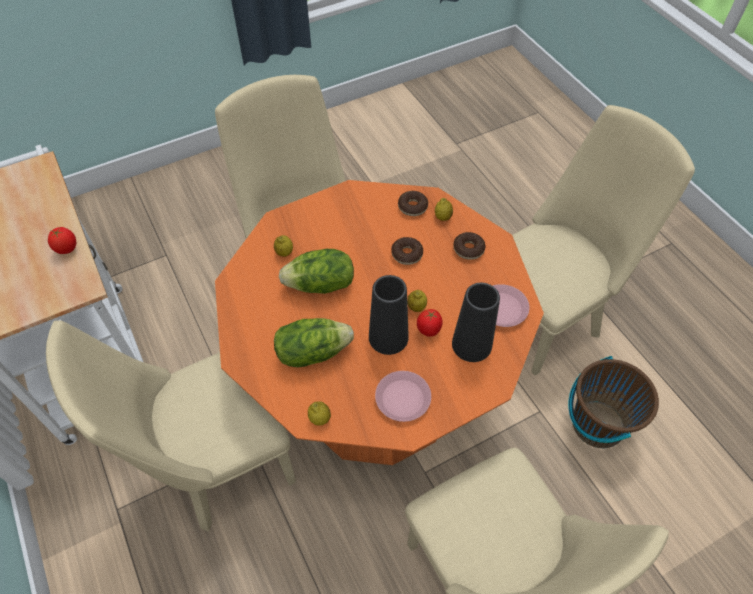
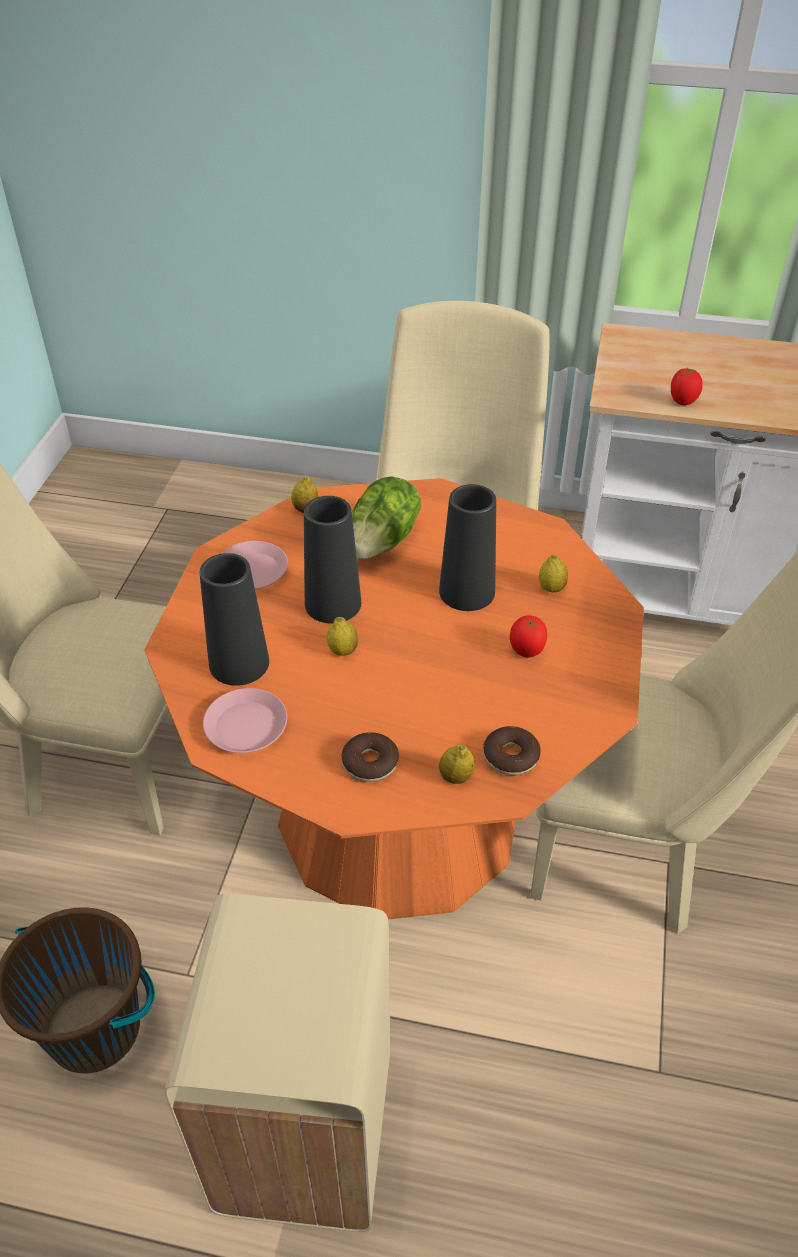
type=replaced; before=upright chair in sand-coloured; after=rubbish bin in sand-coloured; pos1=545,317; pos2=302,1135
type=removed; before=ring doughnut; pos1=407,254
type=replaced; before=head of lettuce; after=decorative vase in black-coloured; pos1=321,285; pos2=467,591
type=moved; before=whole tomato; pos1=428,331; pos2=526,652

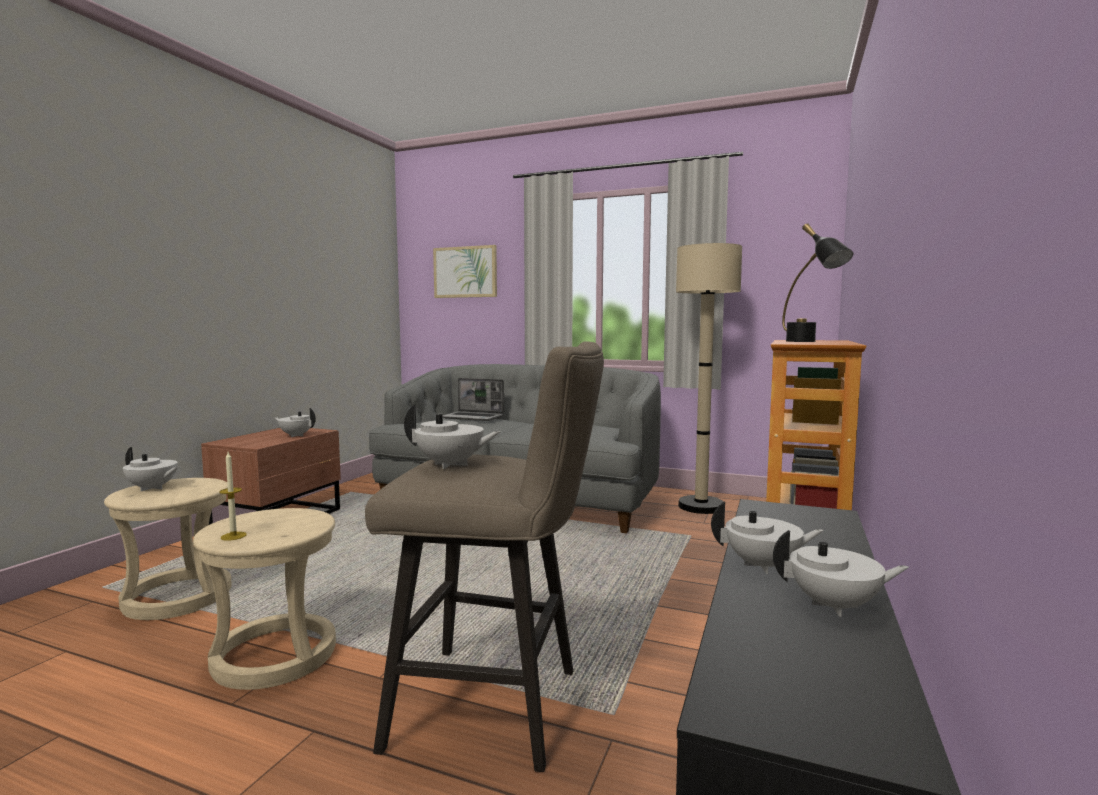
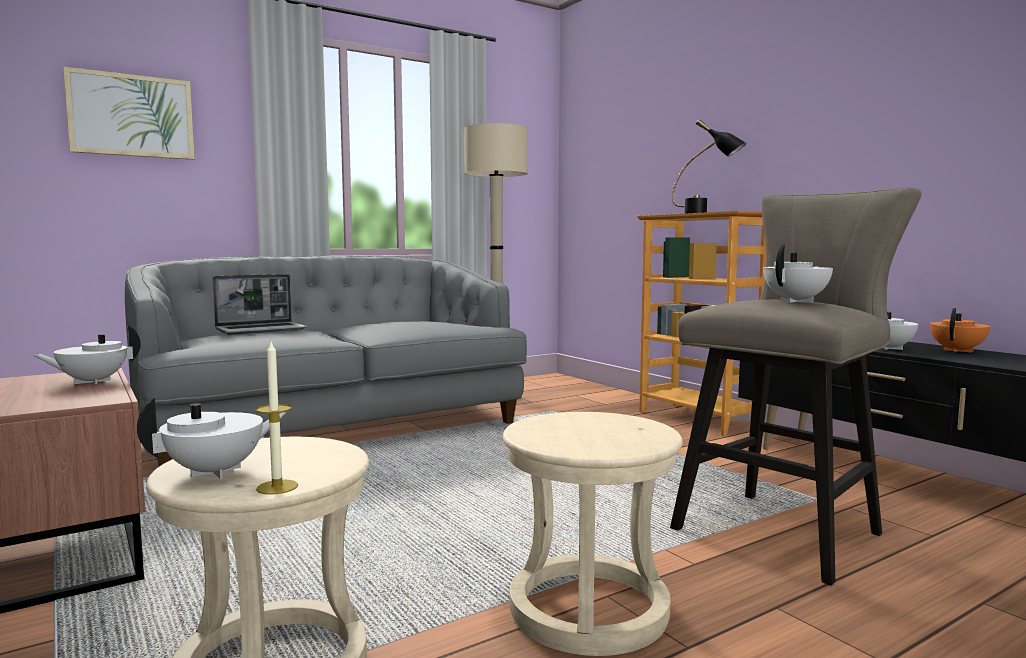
type=moved; before=candle; pos1=233,536; pos2=277,487
type=recoloured; before=pot for tea in white; after=pot for tea in orange; pos1=835,606; pos2=958,351

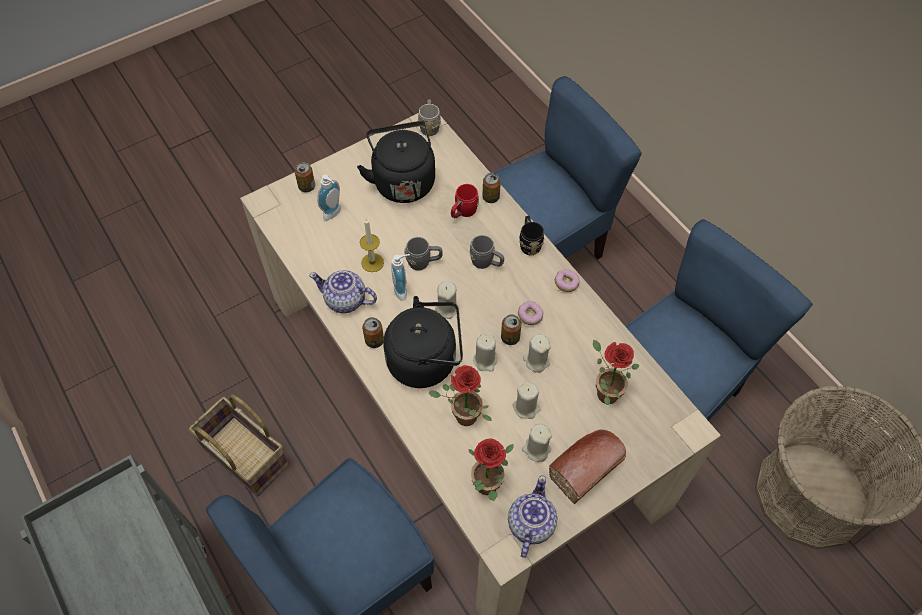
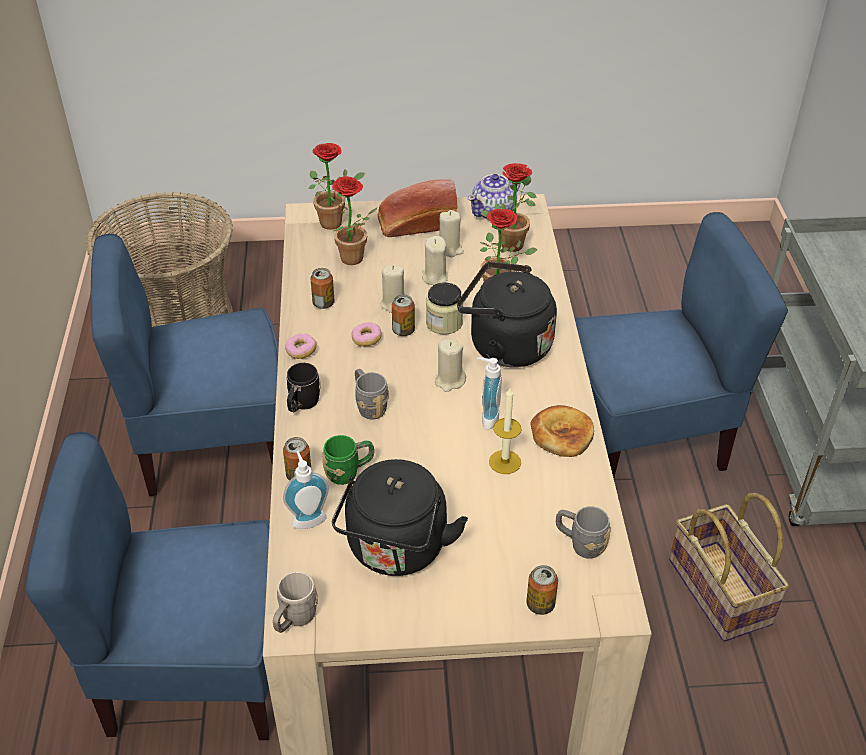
type=moved; before=soap dispenser; pos1=334,214; pos2=308,518
type=recoloured; before=coffee mug in red; after=coffee mug in green-coloured; pos1=463,212; pos2=349,472
type=moved; before=coffee mug in gray; pos1=424,262; pos2=580,543
type=replaced; before=pot for tea; after=baked bread; pos1=346,300; pos2=561,434
type=moved; before=can; pos1=374,341; pos2=323,303
type=replaced; before=candle in sand-coloured; after=preserve jar; pos1=485,360; pos2=444,323
type=added; after=potted plant; pos2=336,222

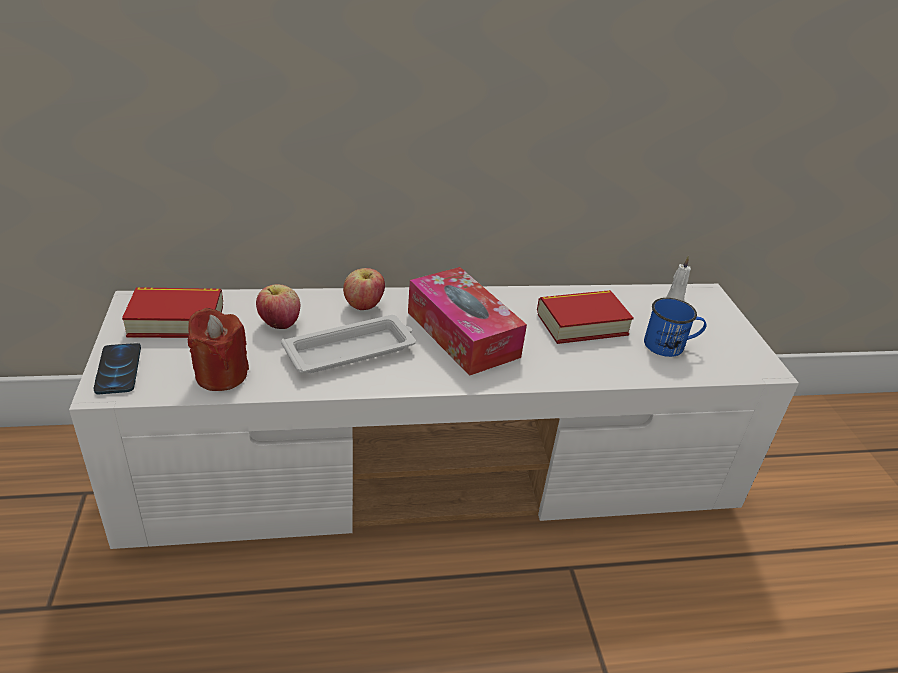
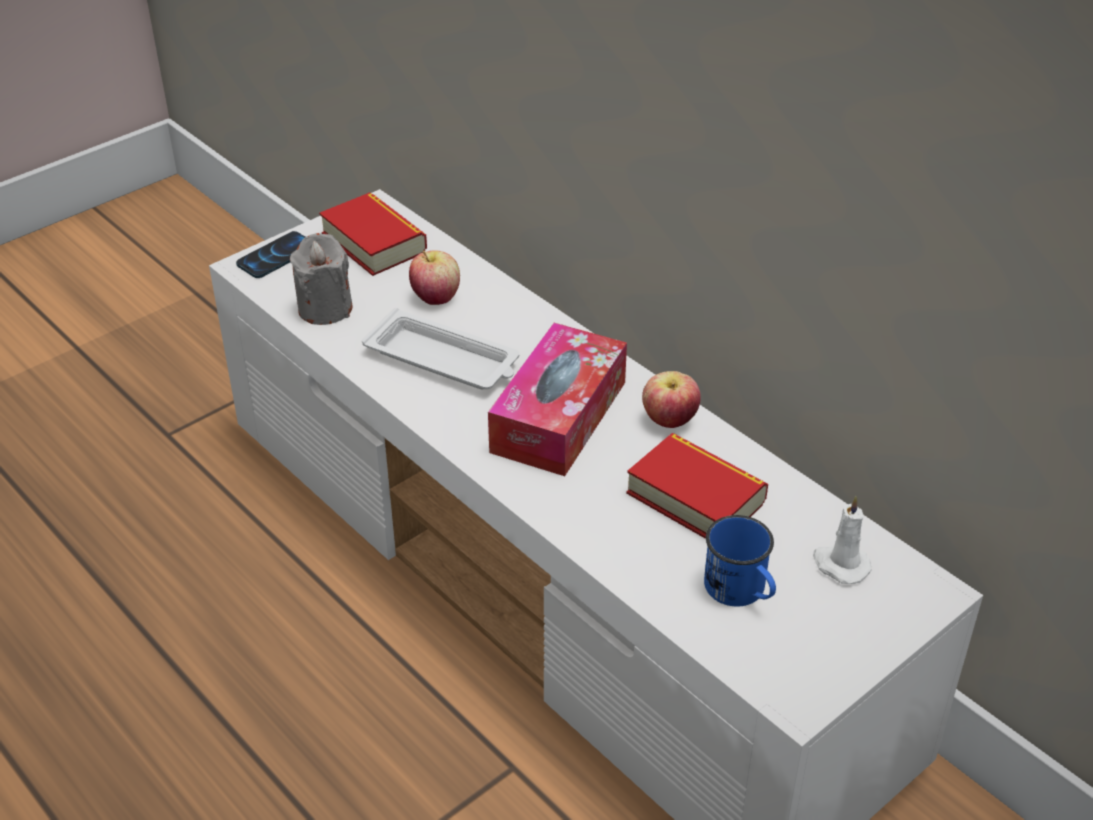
type=moved; before=apple; pos1=364,306; pos2=669,420
type=recoloured; before=candle in red; after=candle in gray; pos1=221,375; pos2=325,308

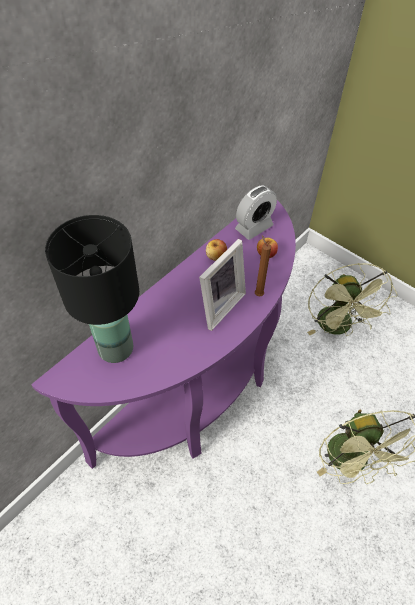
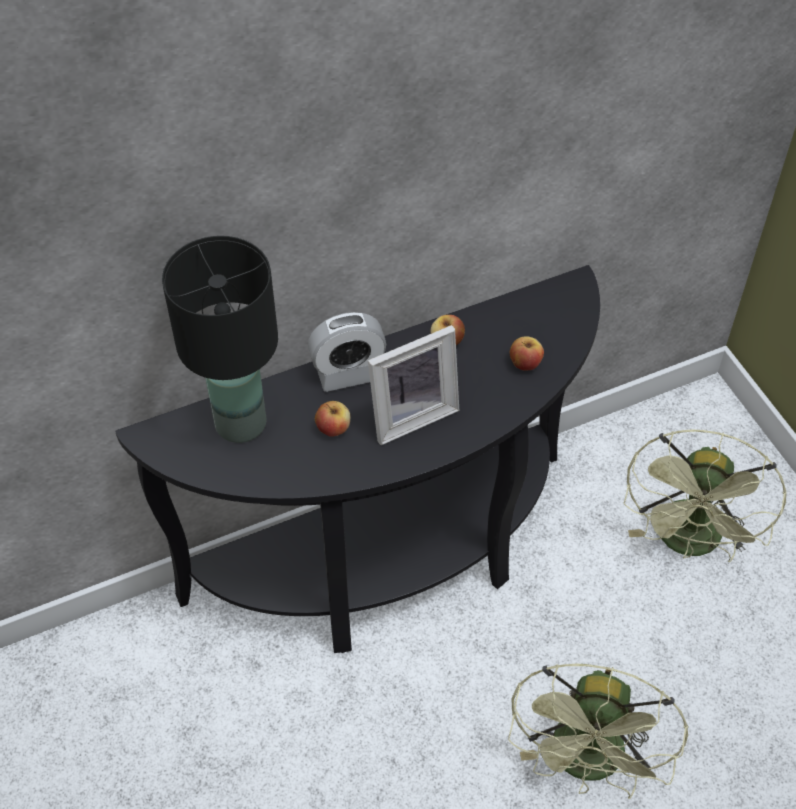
type=moved; before=bedside clock; pos1=254,227; pos2=348,373
type=recoloured; before=narrow table in purple-coloured; after=narrow table in black-coloured; pos1=200,395; pos2=393,564
type=removed; before=candle in brown; pos1=258,294
type=added; after=apple; pos2=333,428

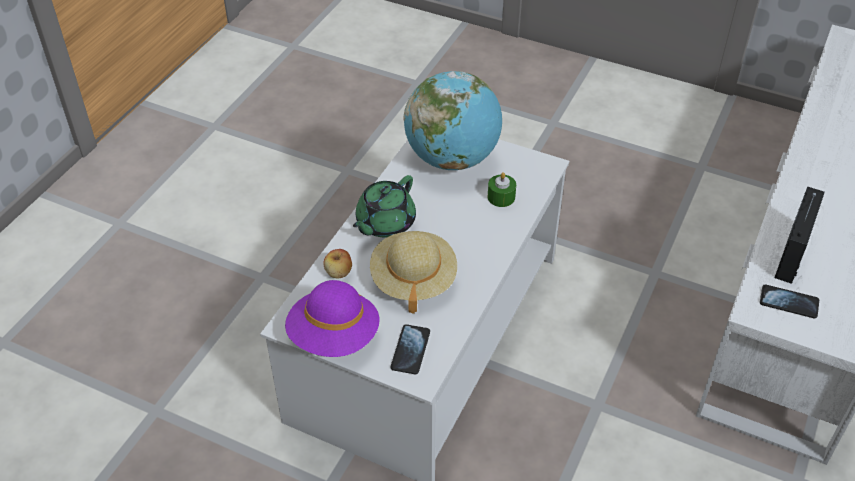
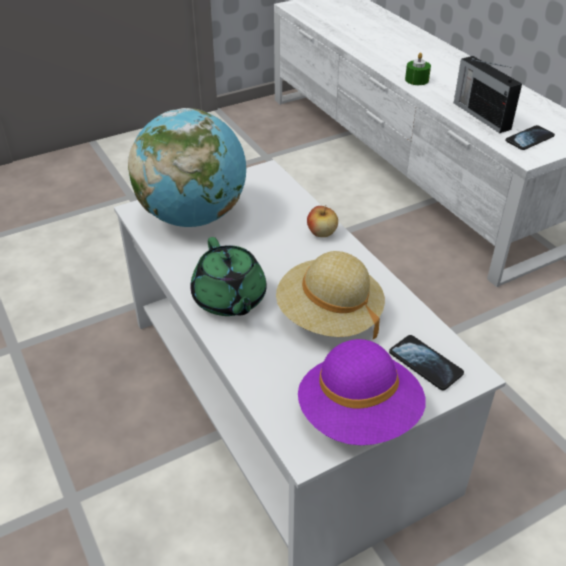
type=moved; before=candle in green-coloured; pos1=501,197; pos2=416,80
type=moved; before=apple; pos1=339,273; pos2=322,233

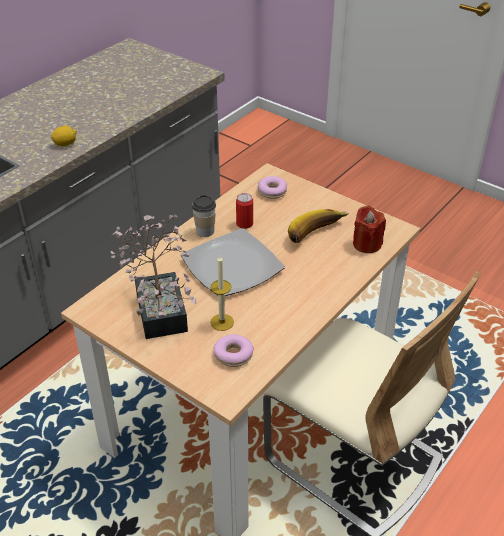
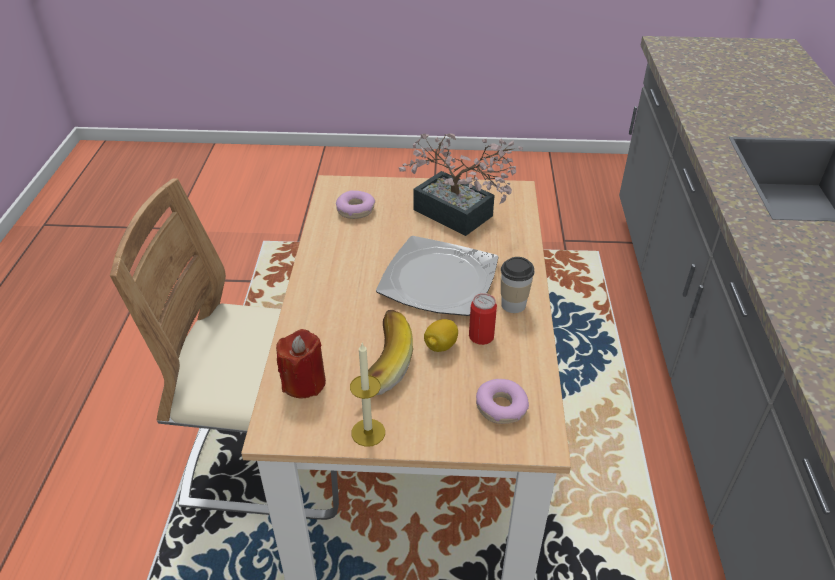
type=moved; before=lemon; pos1=65,144; pos2=440,346
type=moved; before=candle; pos1=222,322; pos2=368,432

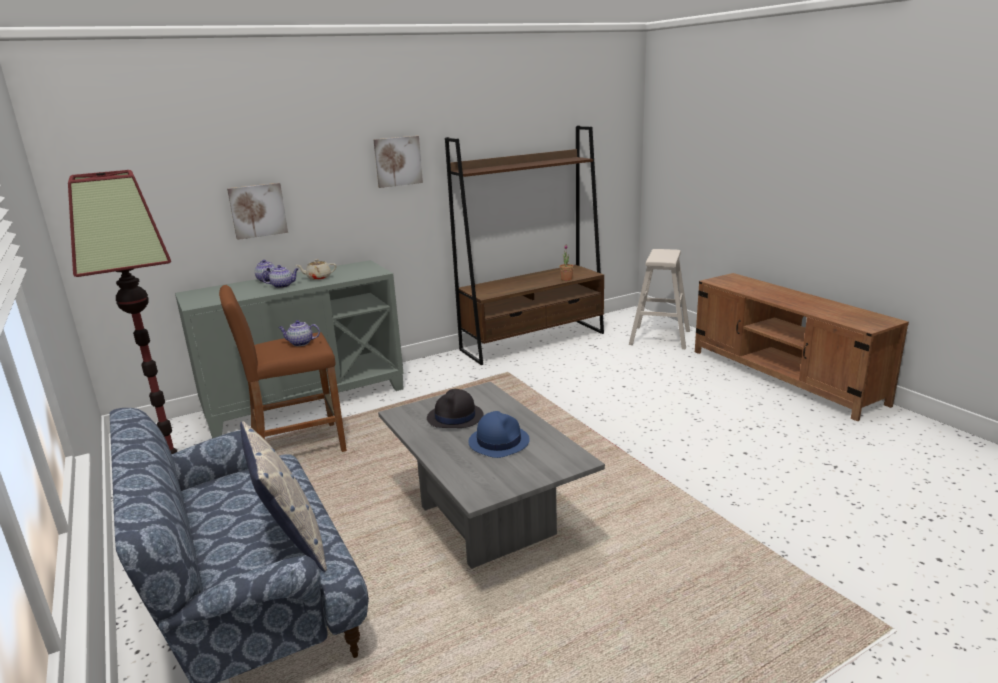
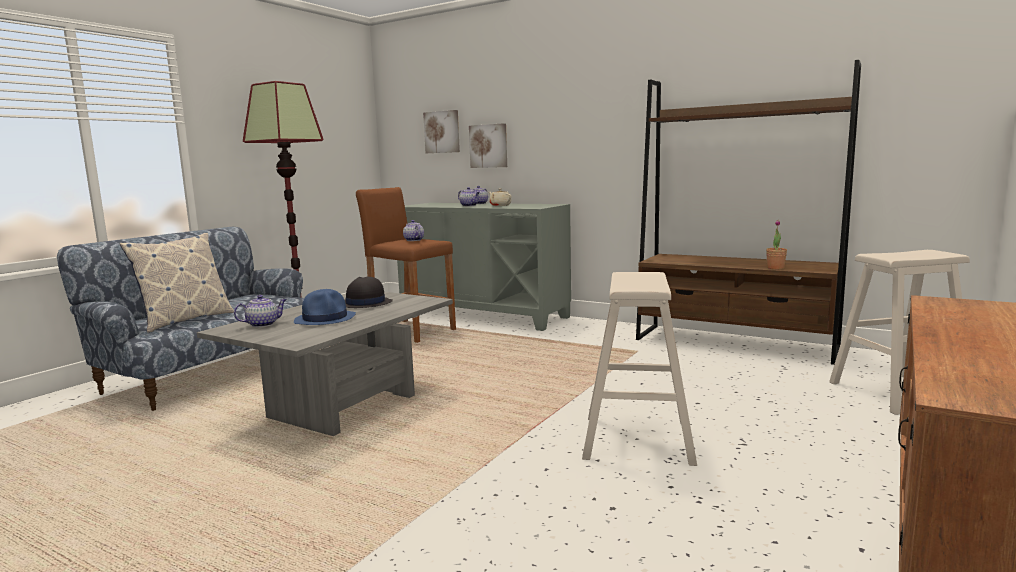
type=moved; before=picture; pos1=397,161; pos2=442,132
type=added; after=sitting stool in sand-coloured; pos2=637,439
type=added; after=pot for tea; pos2=263,324

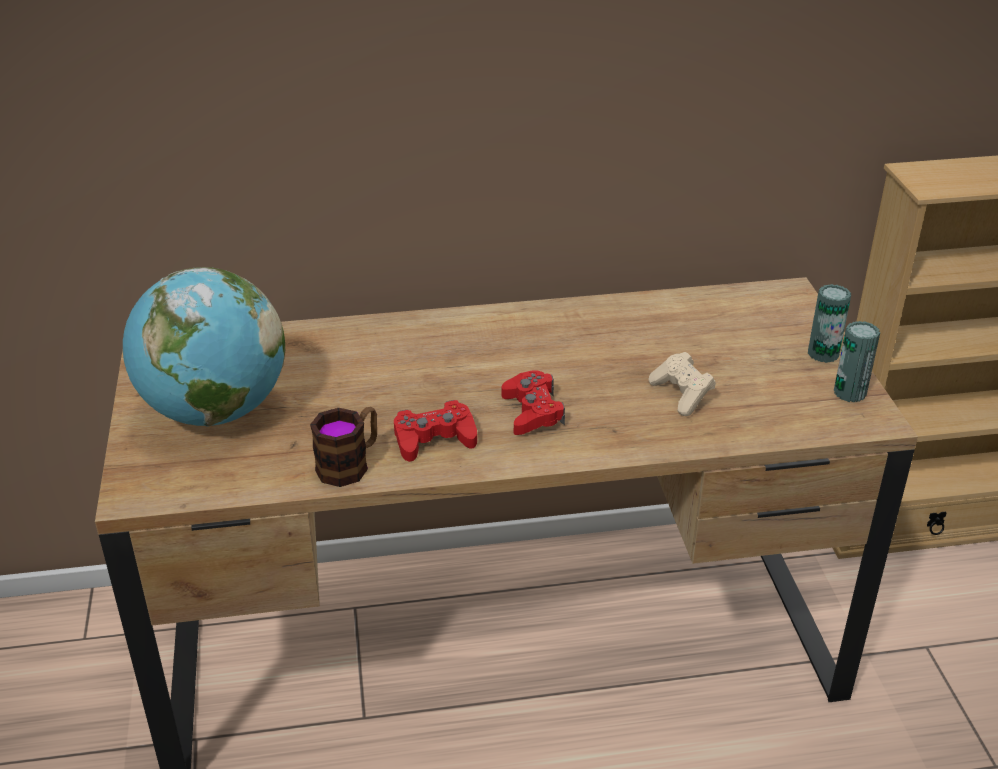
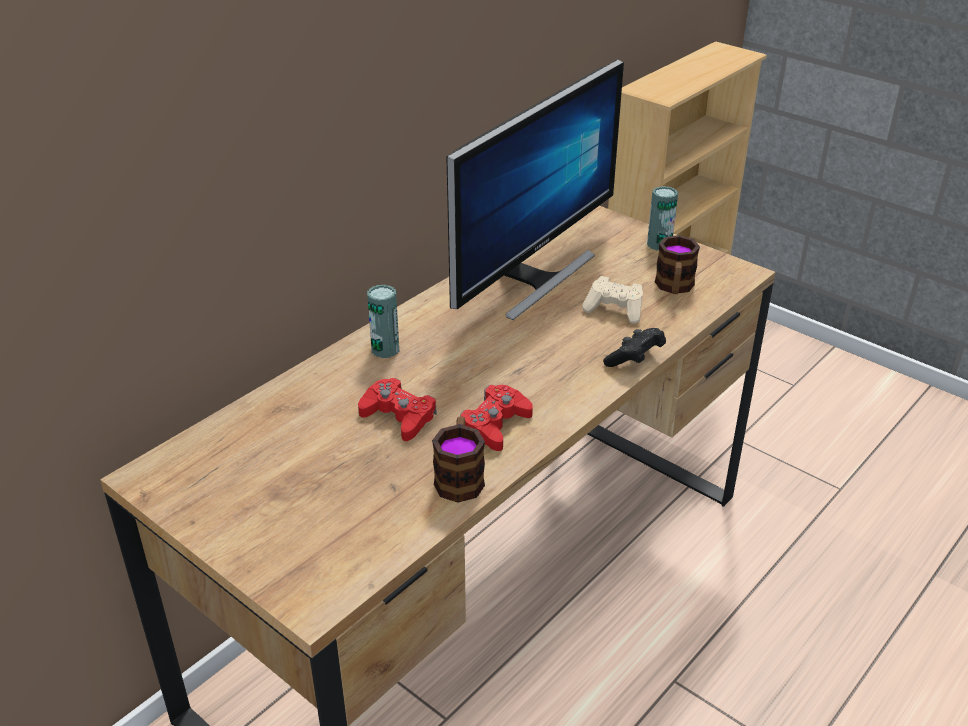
type=removed; before=world globe; pos1=214,411
type=moved; before=can; pos1=850,392; pos2=385,349
type=moved; before=gamepad in red; pos1=532,411; pos2=399,416
type=added; after=computer screen; pos2=532,278
type=added; after=coffee mug; pos2=674,288
type=added; after=gamepad in black-coloured; pos2=635,359

